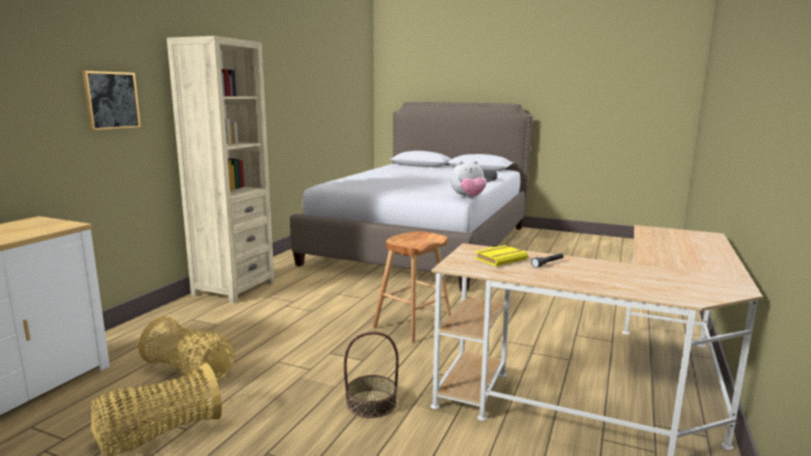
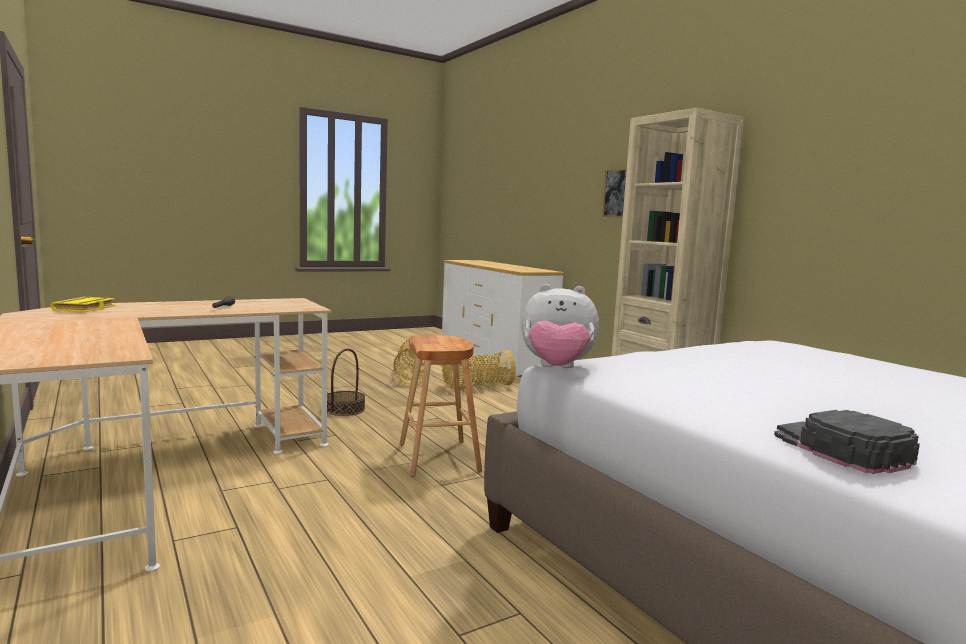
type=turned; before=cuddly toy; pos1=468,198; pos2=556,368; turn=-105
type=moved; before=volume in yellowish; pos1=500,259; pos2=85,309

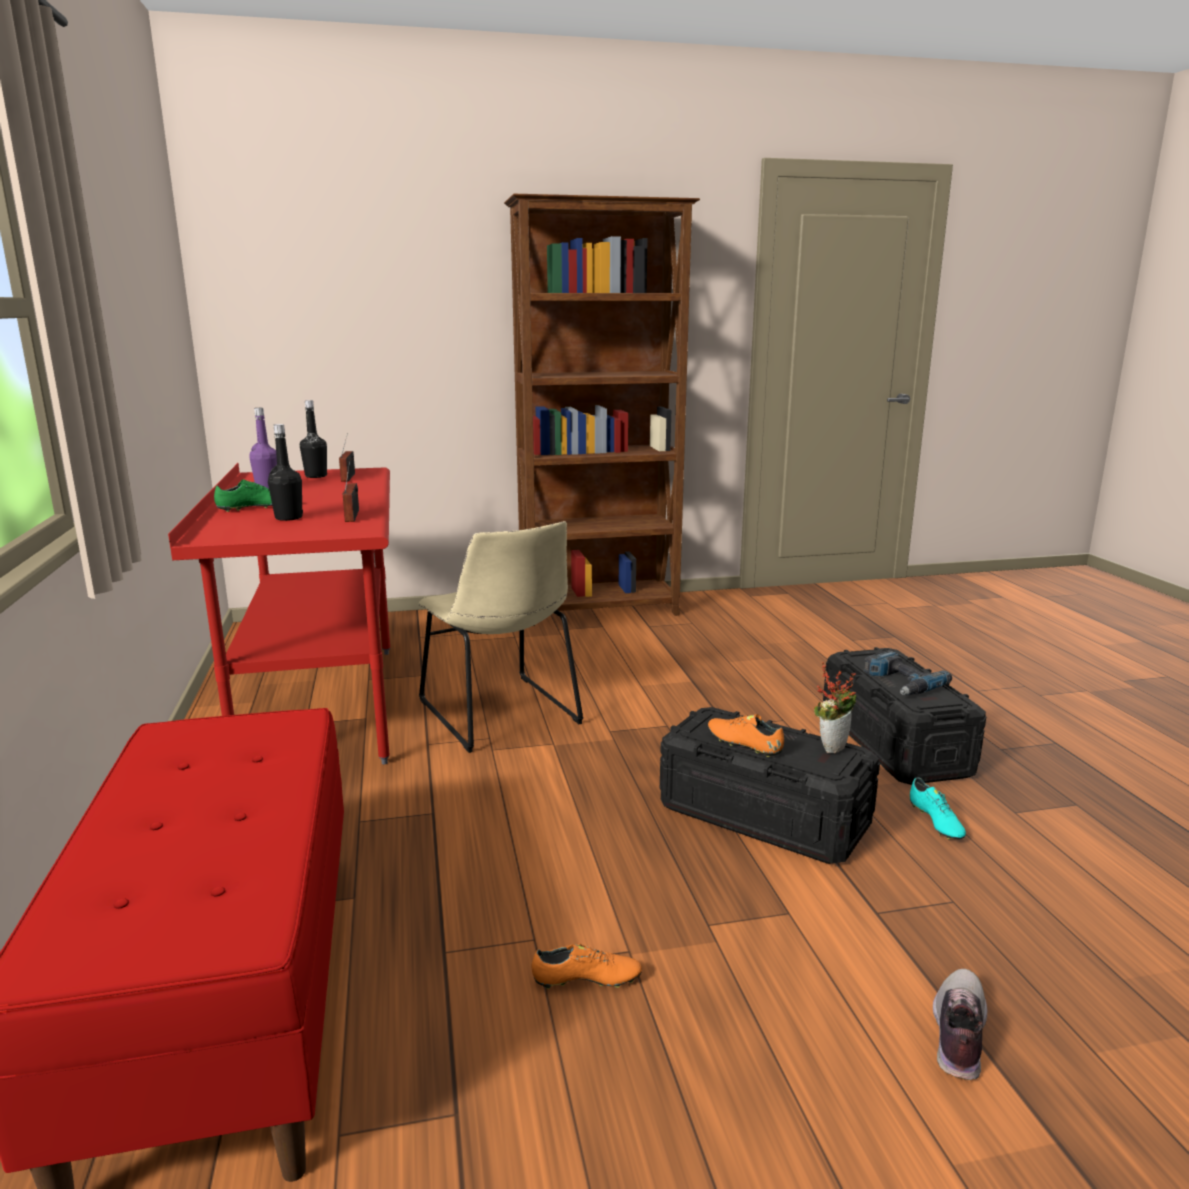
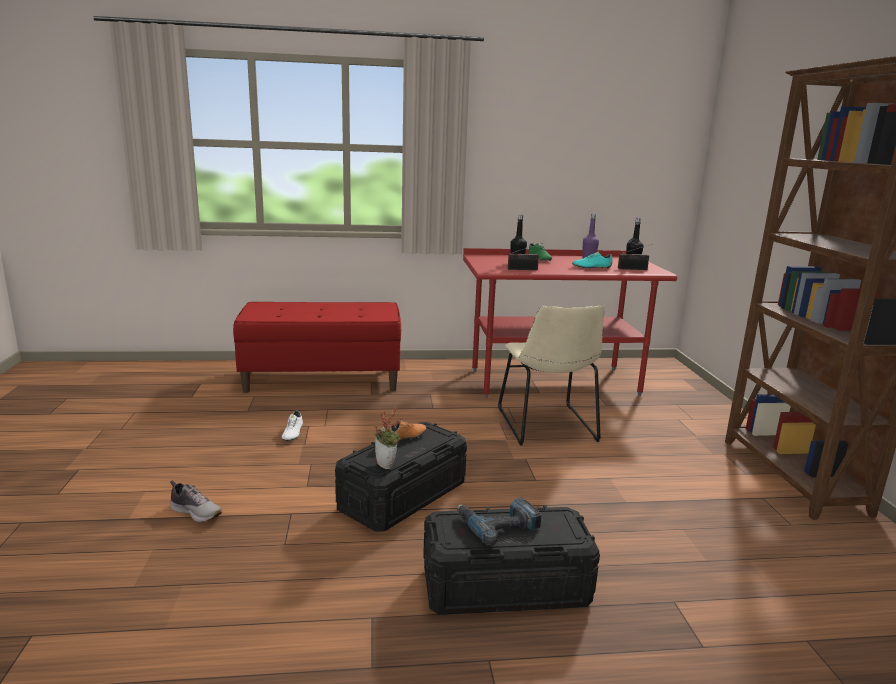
type=turned; before=upright chair in sand-coloured; pos1=502,715; pos2=547,426; turn=-75
type=moved; before=low shoe in turquoise-coloured; pos1=935,822; pos2=591,268
type=recoloured; before=low shoe in orange; after=low shoe in white; pos1=586,980; pos2=292,434

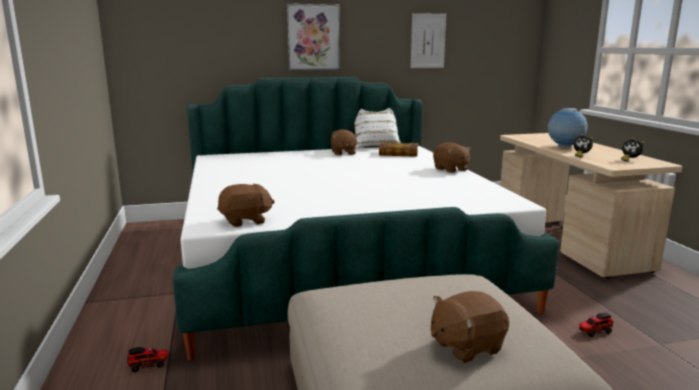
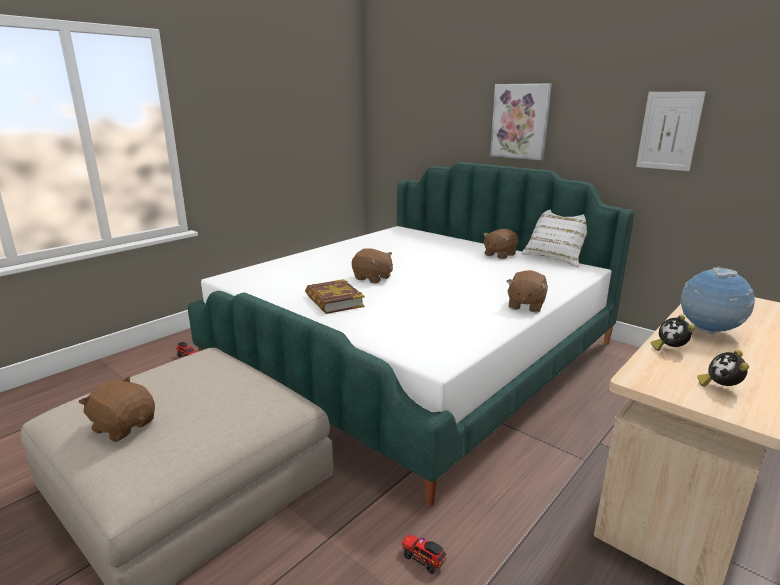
type=moved; before=volume; pos1=398,153; pos2=334,301
type=moved; before=cuddly toy in brown; pos1=245,221; pos2=372,278

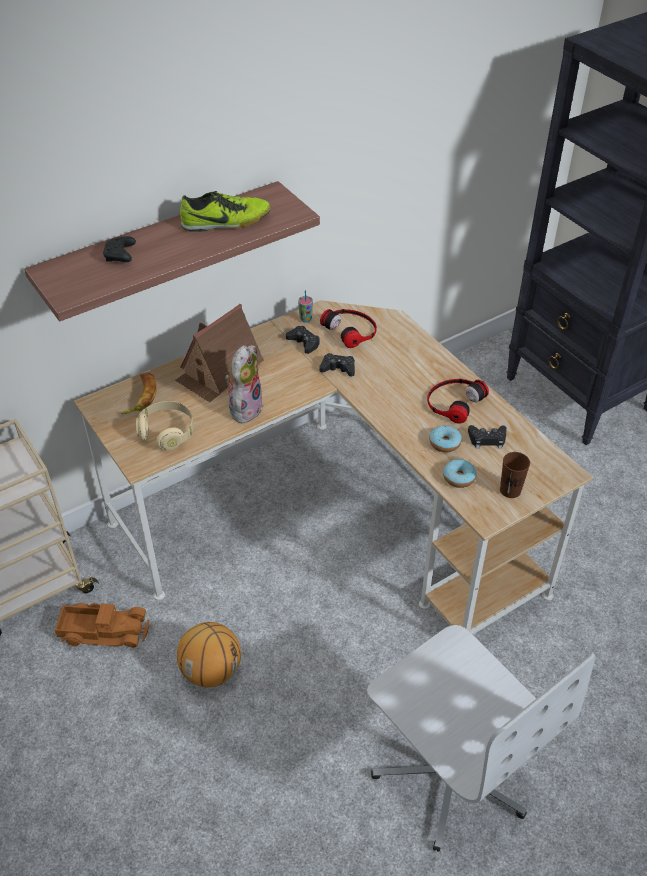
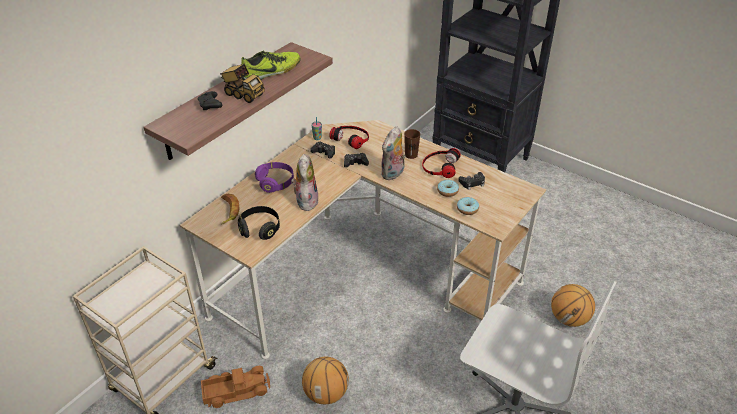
type=replaced; before=miniature house; after=headset in purple-coloured; pos1=219,372; pos2=275,183
type=recoloured; before=headset in sand-coloured; after=headset in black-coloured; pos1=167,432; pos2=260,229
type=moved; before=drinking cup in brown; pos1=510,490; pos2=411,155
type=added; after=toy truck; pos2=243,95
type=added; after=cuddly toy; pos2=393,174
type=added; after=ball for basketball; pos2=569,319

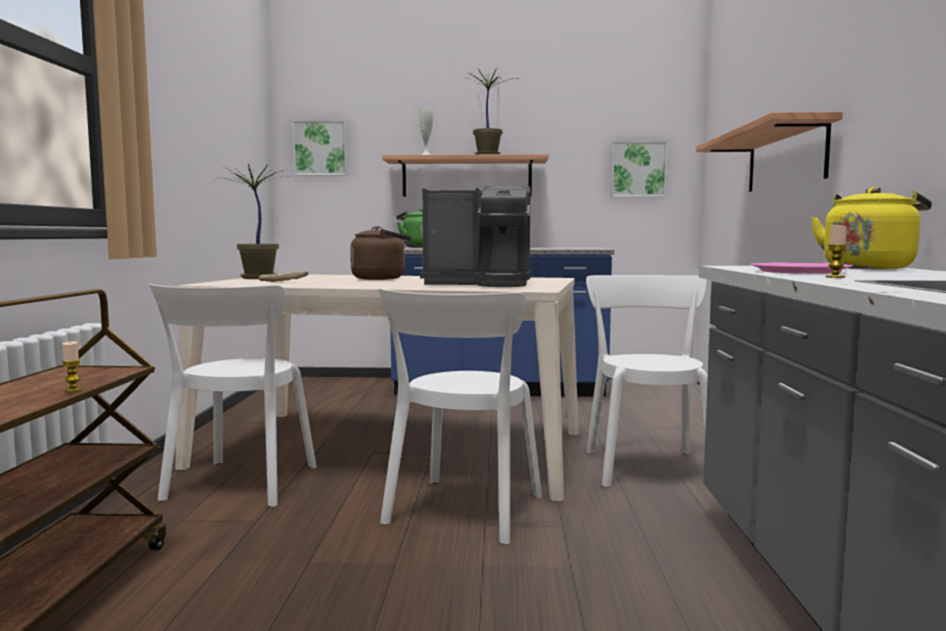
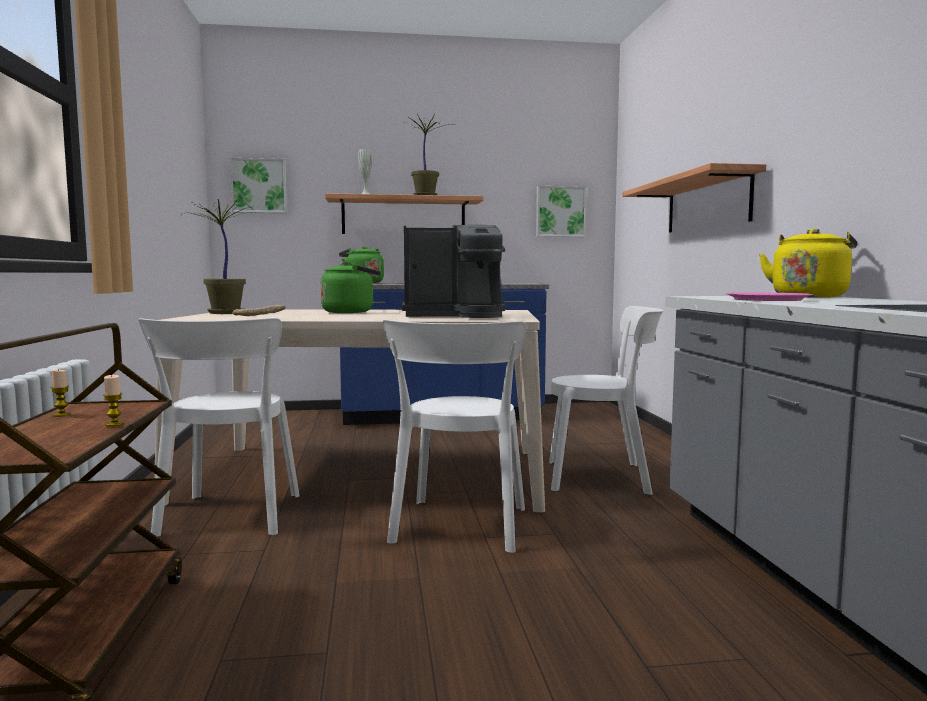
type=moved; before=candle; pos1=835,277; pos2=61,415
type=recoloured; before=water kettle in brown; after=water kettle in green-coloured; pos1=382,278; pos2=351,312
type=turned; before=upright chair in white; pos1=646,465; pos2=603,477; turn=105

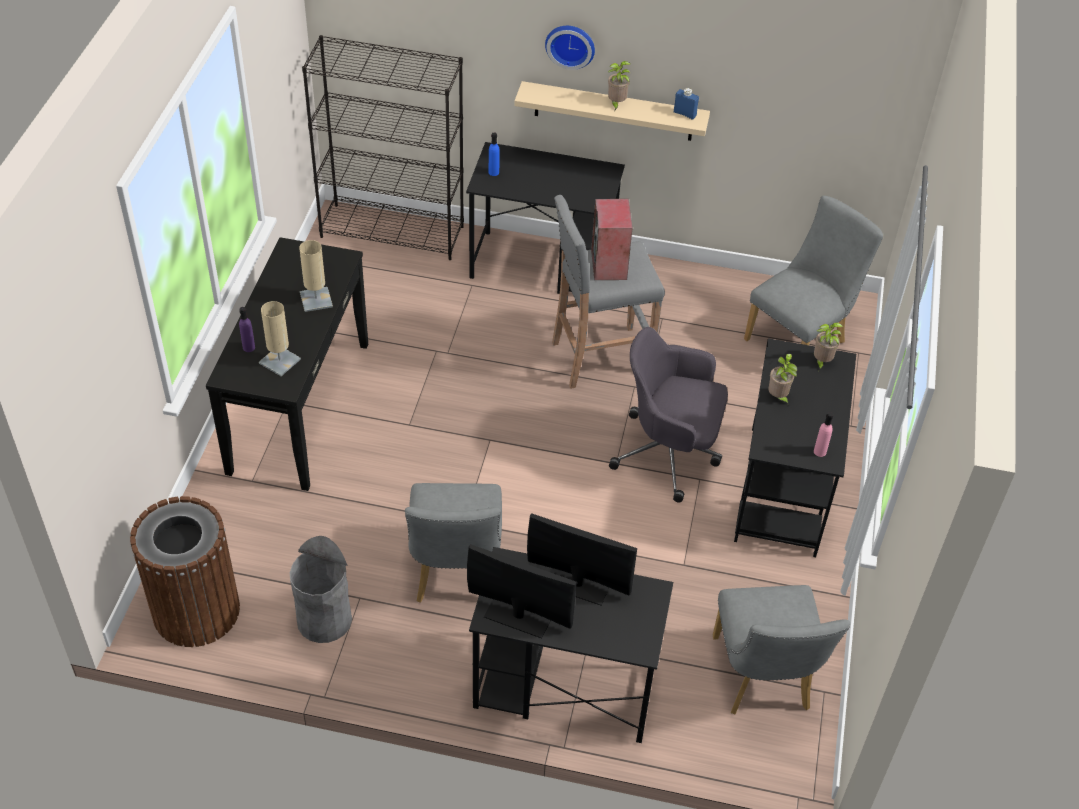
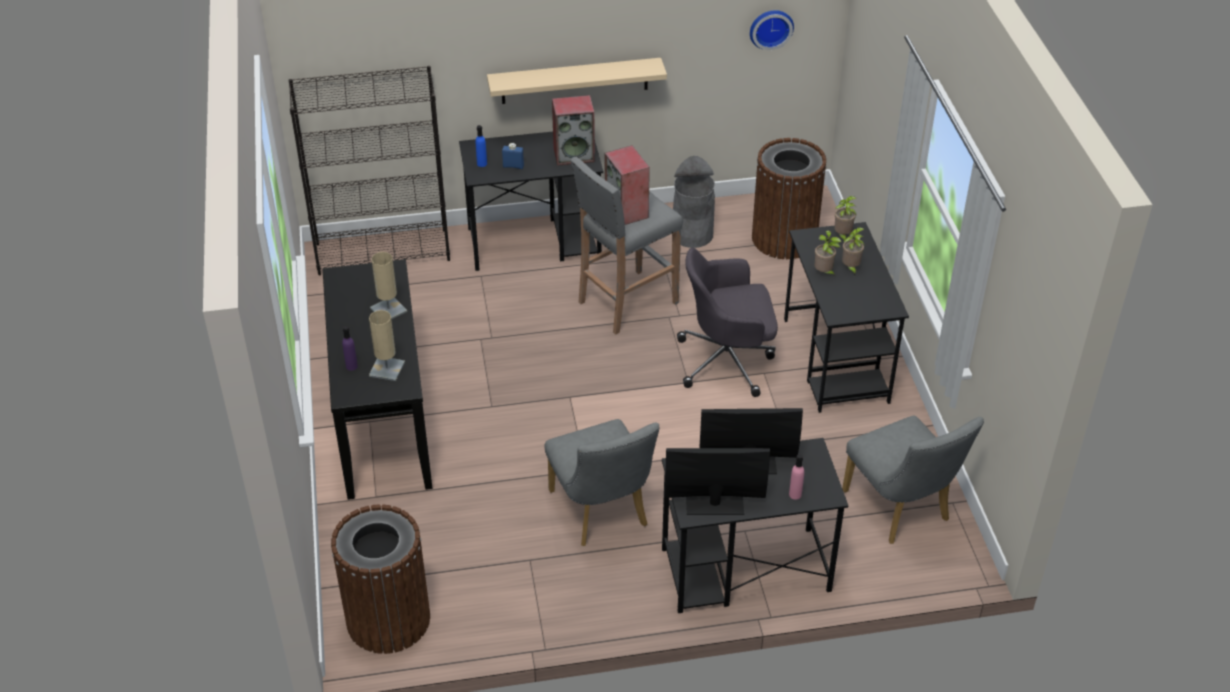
type=moved; before=wall clock; pos1=570,44; pos2=770,28
type=moved; before=potted plant; pos1=616,104; pos2=850,268
type=moved; before=beverage bottle in bluish; pos1=684,114; pos2=513,166
type=replaced; before=upright chair in gray; after=rubbish bin in brown; pos1=800,338; pos2=784,238
type=moved; before=beverage bottle in pinkish; pos1=820,452; pos2=795,494
type=moved; before=rubbish bin in gray; pos1=324,619; pos2=692,234
type=added; after=audio speaker; pos2=574,154

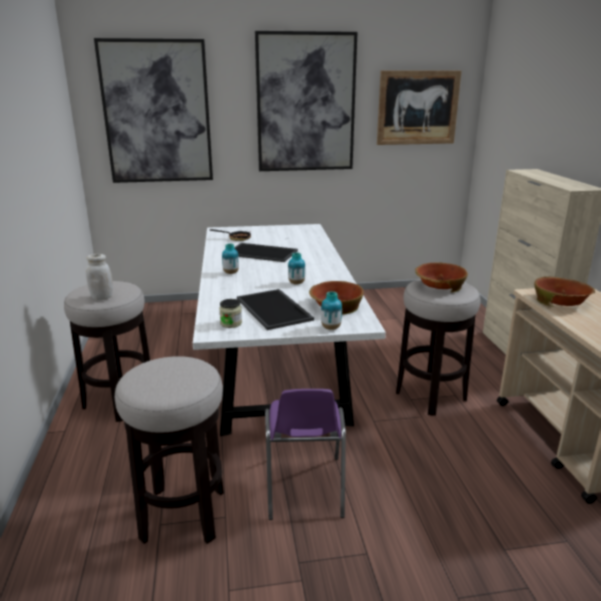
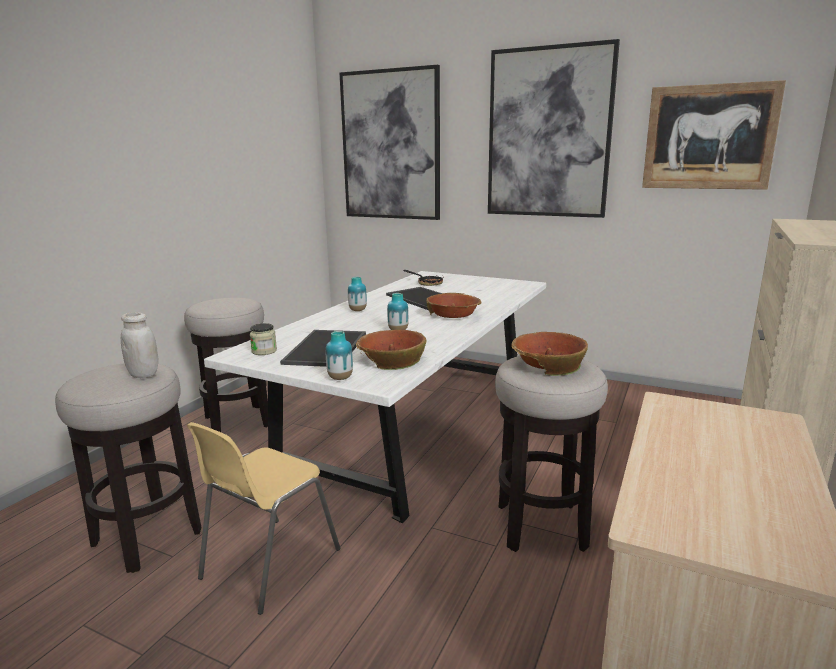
type=moved; before=preserve jar in white; pos1=102,297; pos2=144,374
type=moved; before=deep dish; pos1=561,301; pos2=453,316
type=recoloured; before=upright chair in purple-coloured; after=upright chair in yellowish; pos1=304,488; pos2=268,564

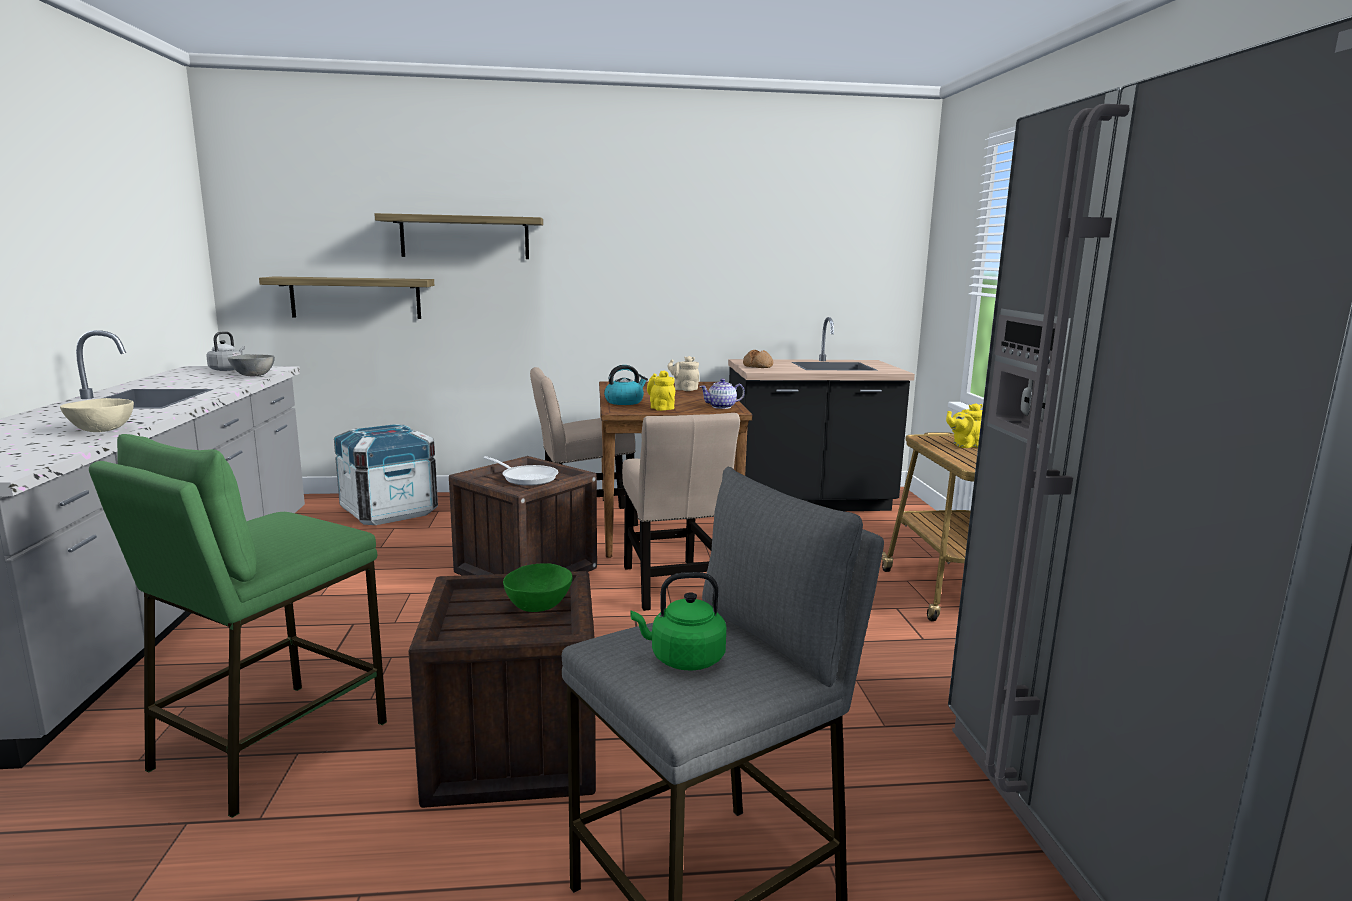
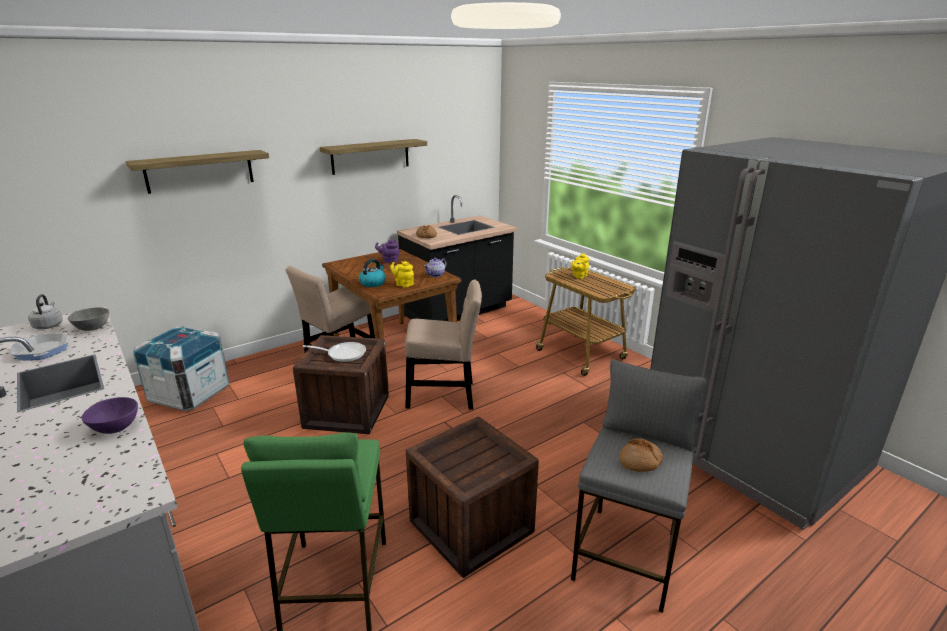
type=moved; before=bracket shelf; pos1=356,298; pos2=370,156
type=recoloured; before=pot for tea in sand-coloured; after=pot for tea in purple-coloured; pos1=684,389; pos2=389,261
type=recoloured; before=deep dish in sand-coloured; after=deep dish in purple-coloured; pos1=101,430; pos2=115,428
type=turned; before=upright chair in sand-coloured; pos1=673,587; pos2=445,395; turn=-45
type=removed; before=deep dish in green-coloured; pos1=540,606
type=replaced; before=water kettle in green-coloured; after=baked bread; pos1=683,659; pos2=640,461
type=added; after=frying pan; pos2=42,350

